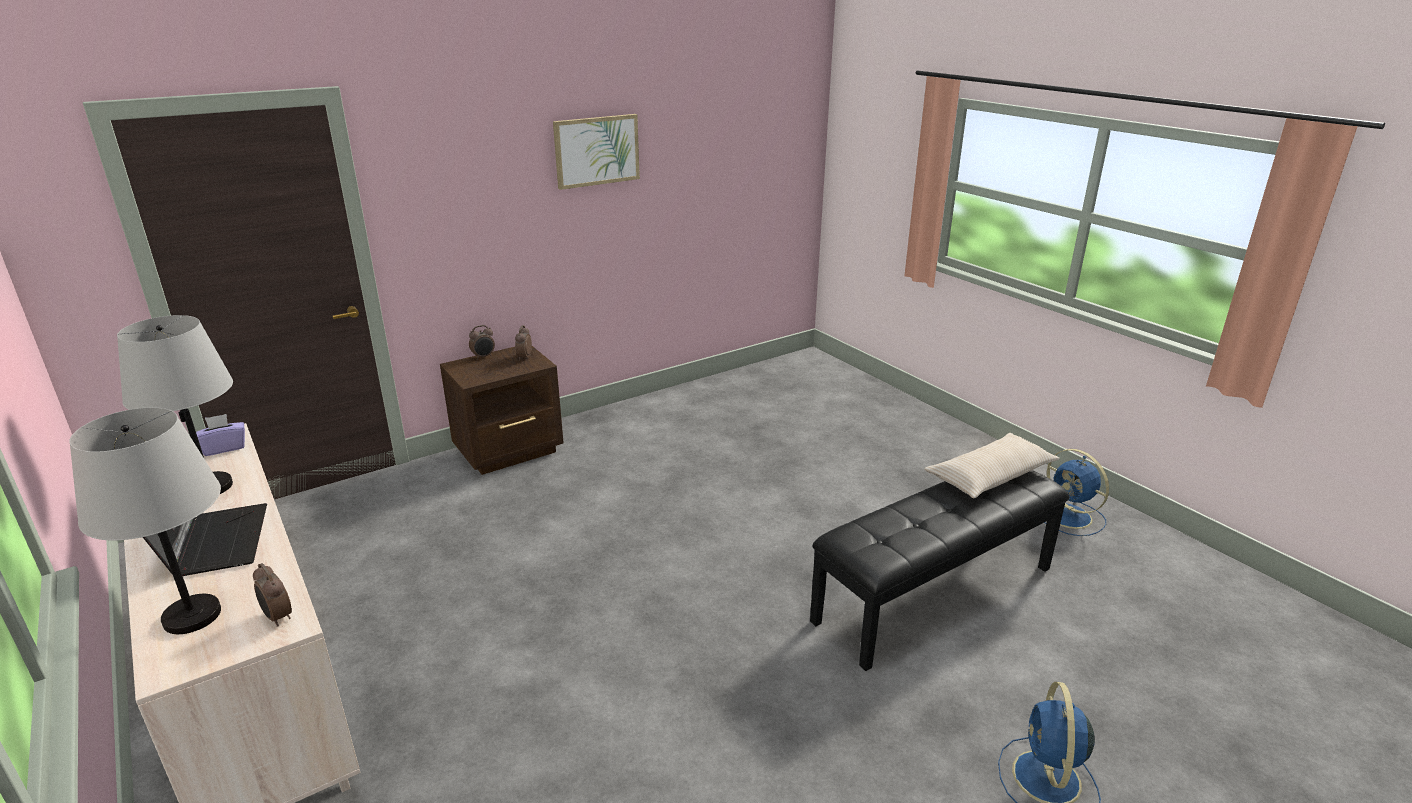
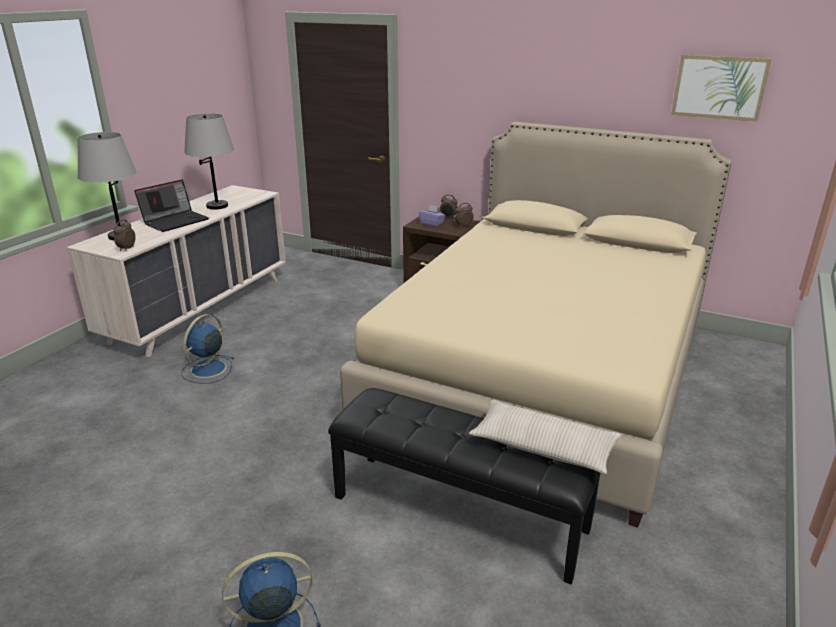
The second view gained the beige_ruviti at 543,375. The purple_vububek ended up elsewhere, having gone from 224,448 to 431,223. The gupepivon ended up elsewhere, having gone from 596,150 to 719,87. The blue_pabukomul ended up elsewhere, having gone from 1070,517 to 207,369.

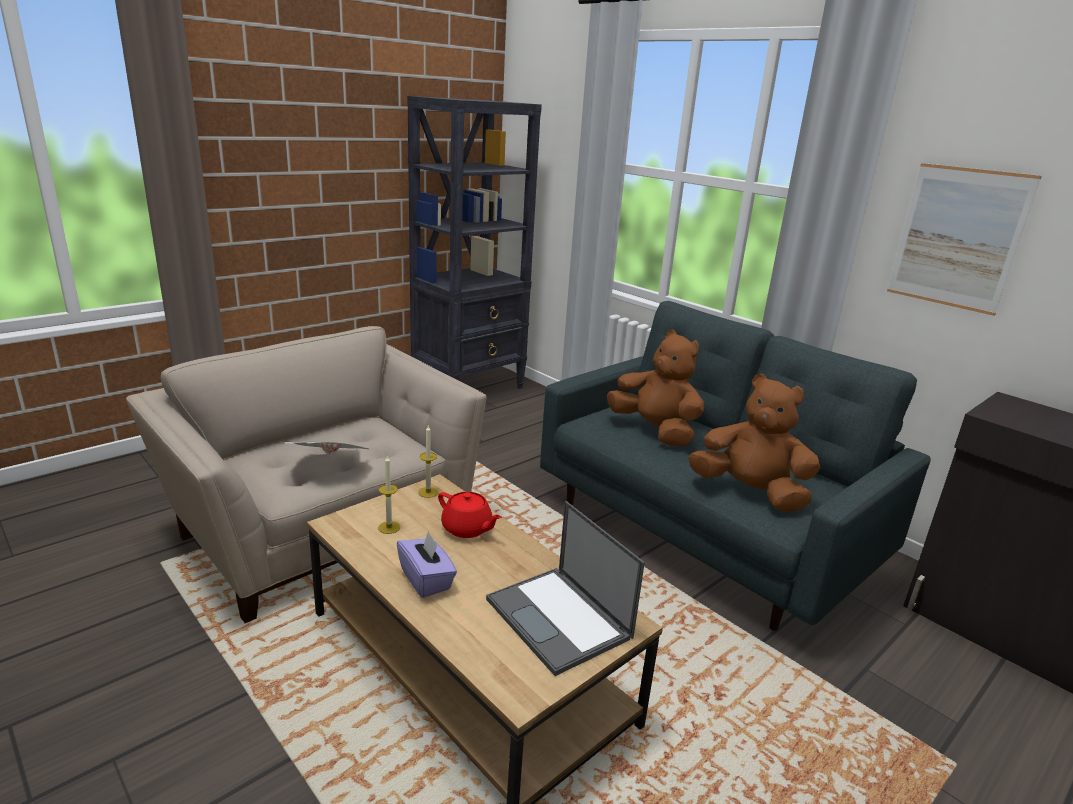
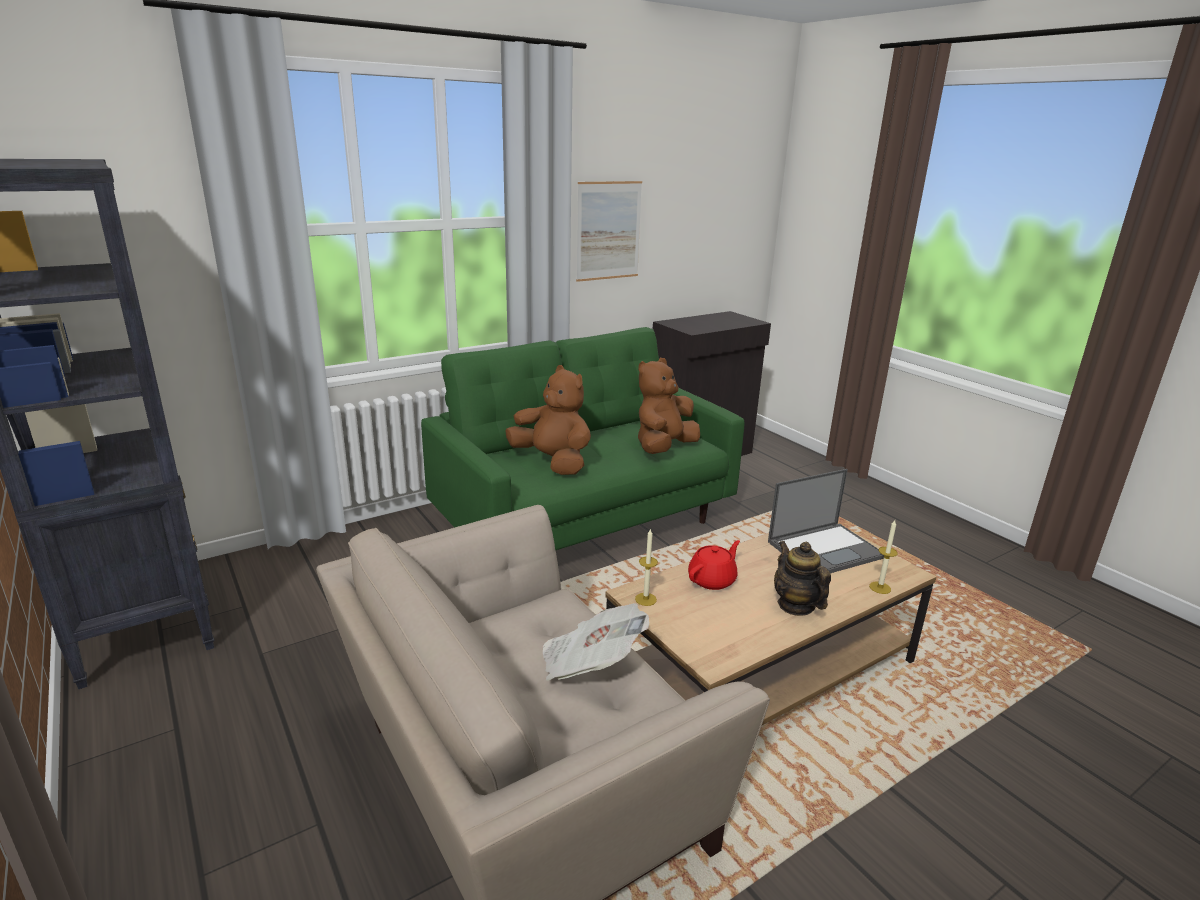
The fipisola ended up elsewhere, having gone from 389,527 to 880,587. Where the purple_vububek stood at 426,580, the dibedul came to stand at 796,605. What was the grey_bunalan at 704,534 turned into the green_bunalan at 585,522. The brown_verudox at 655,431 ended up facing another way, 75 degrees clockwise from before.

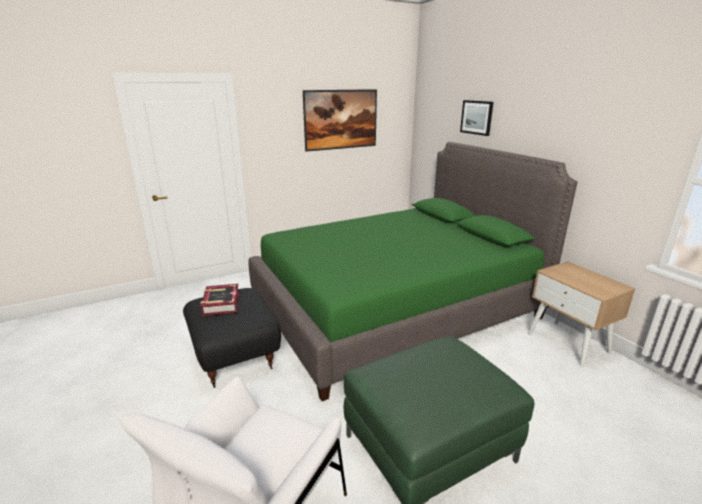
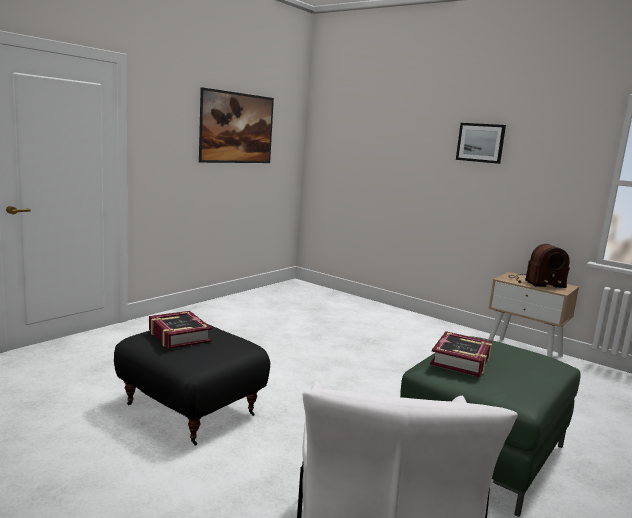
The second view lost the green_ruviti at 394,308. The second view gained the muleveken at 461,360. The second view gained the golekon at 535,282. The gupepivon ended up elsewhere, having gone from 476,117 to 480,142.

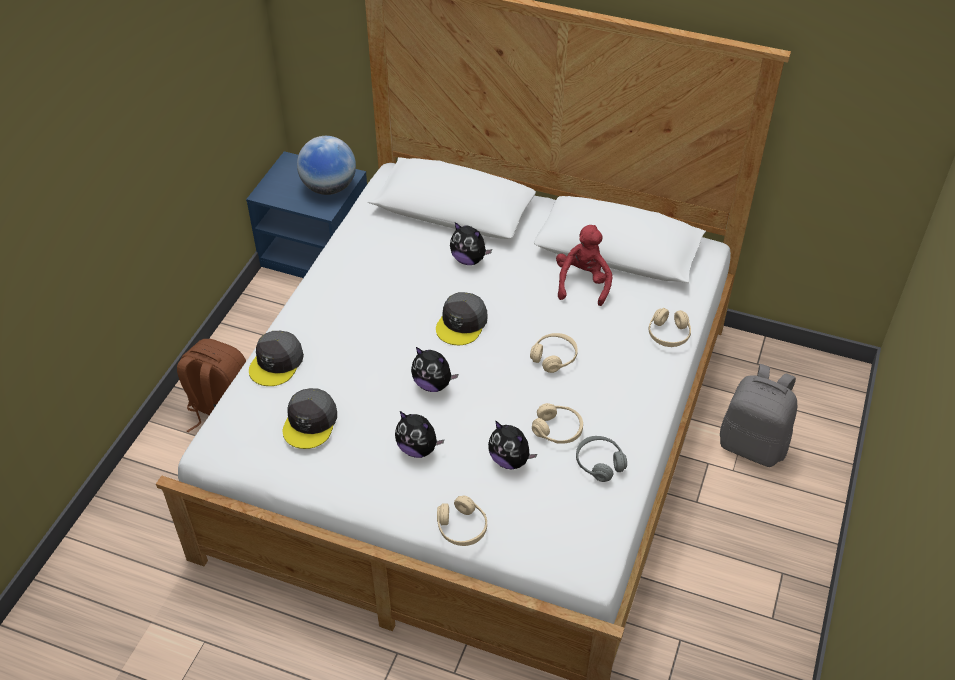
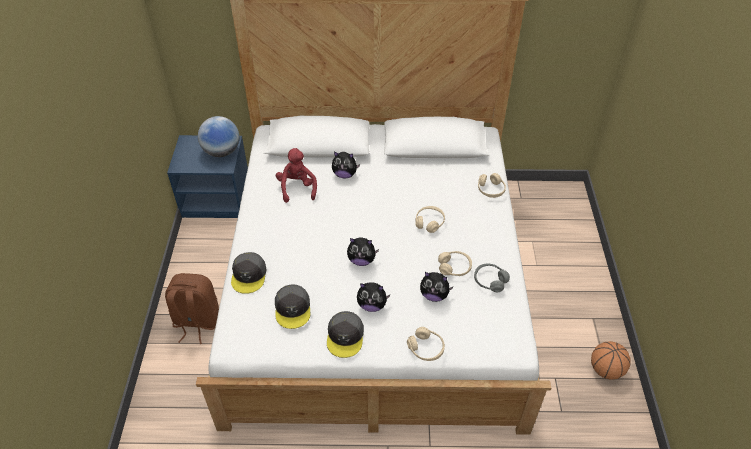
The second view lost the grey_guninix at 753,445. The second view gained the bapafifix at 605,370. The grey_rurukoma ended up elsewhere, having gone from 462,323 to 345,336. The red_verudox ended up elsewhere, having gone from 583,283 to 297,188.

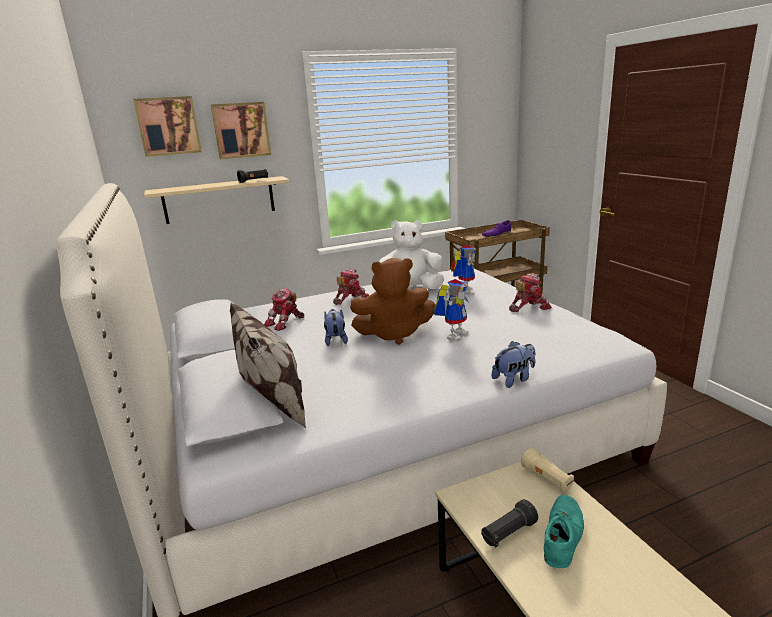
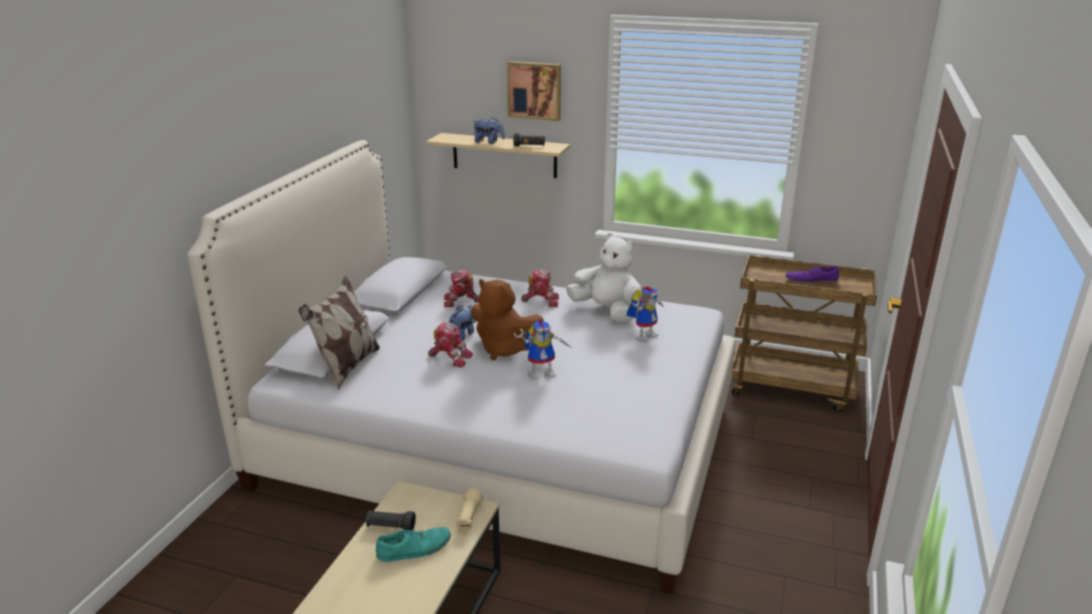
The second view lost the gupepivon at 168,126. The verudox ended up elsewhere, having gone from 514,379 to 489,142. The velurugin ended up elsewhere, having gone from 528,307 to 450,357.

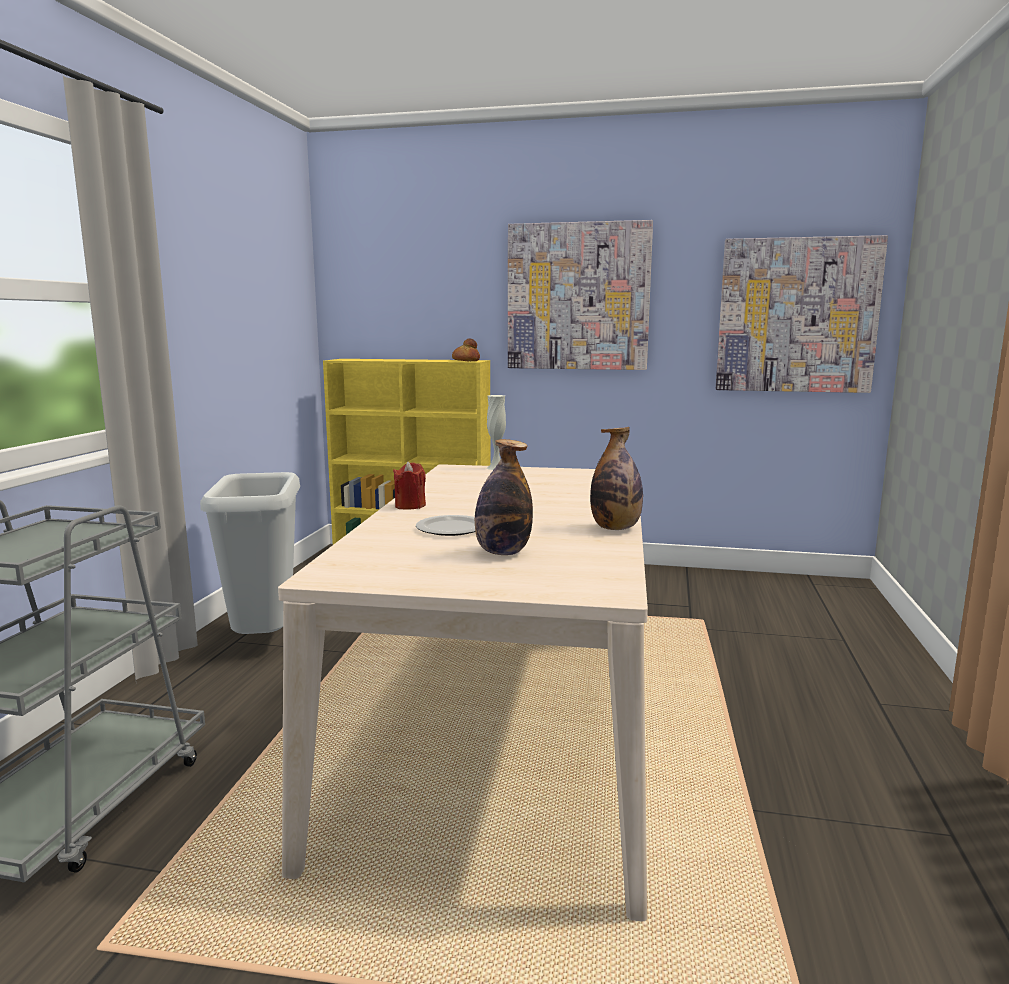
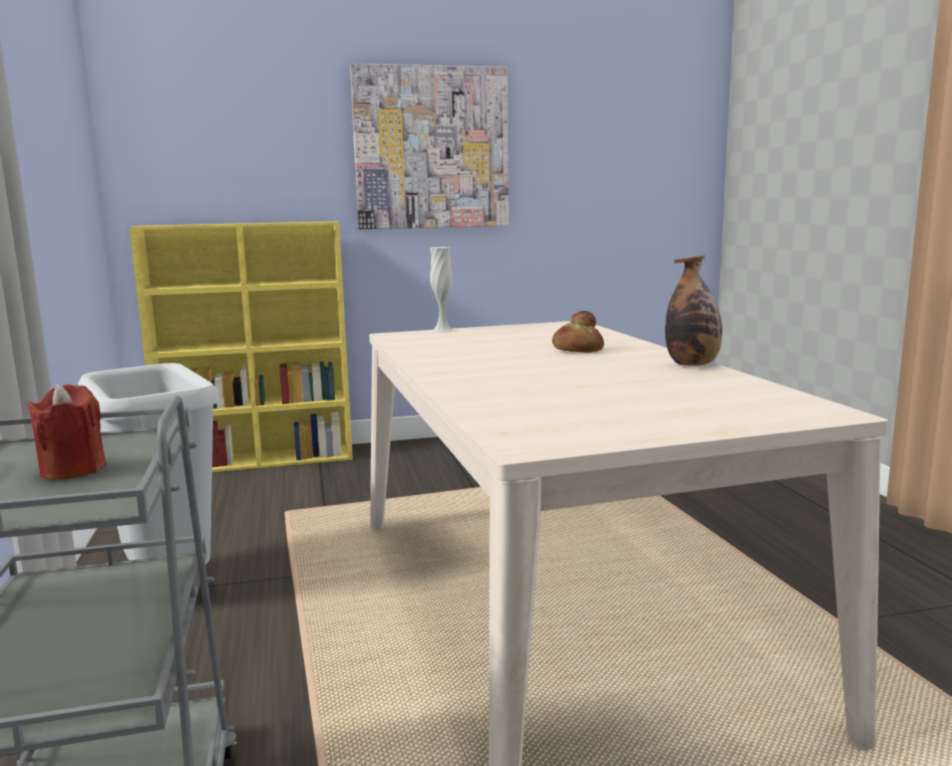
The second view lost the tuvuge at 452,528. The second view lost the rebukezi at 502,552. The second view lost the gupepivon at 796,316. The red_fipisola ended up elsewhere, having gone from 410,506 to 73,470. The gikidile ended up elsewhere, having gone from 466,360 to 577,350.

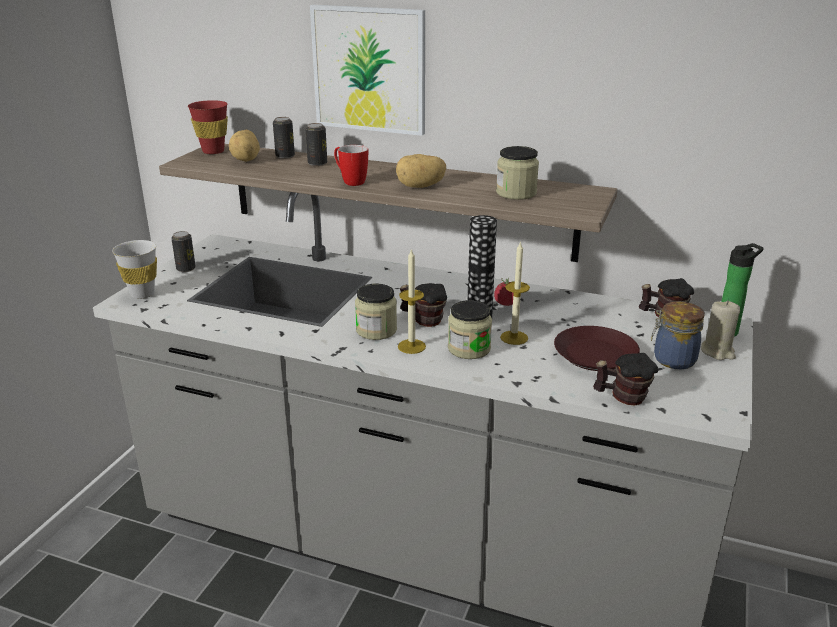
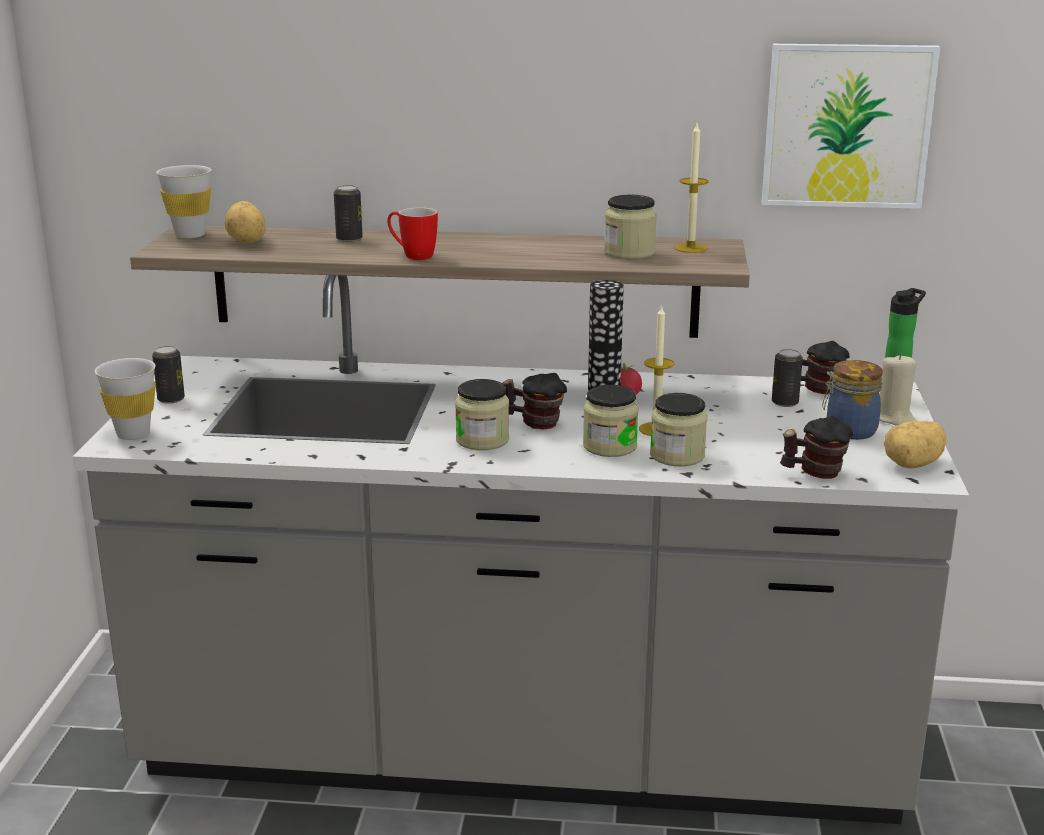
The second view lost the brown_tuvuge at 596,355. The second view gained the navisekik at 677,455. The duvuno ended up elsewhere, having gone from 285,156 to 785,403. The gupepivon ended up elsewhere, having gone from 369,69 to 847,126. The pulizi ended up elsewhere, having gone from 420,186 to 914,465. The fipisola ended up elsewhere, having gone from 411,346 to 690,248. What was the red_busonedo at 213,151 turned into the white_busonedo at 190,235.

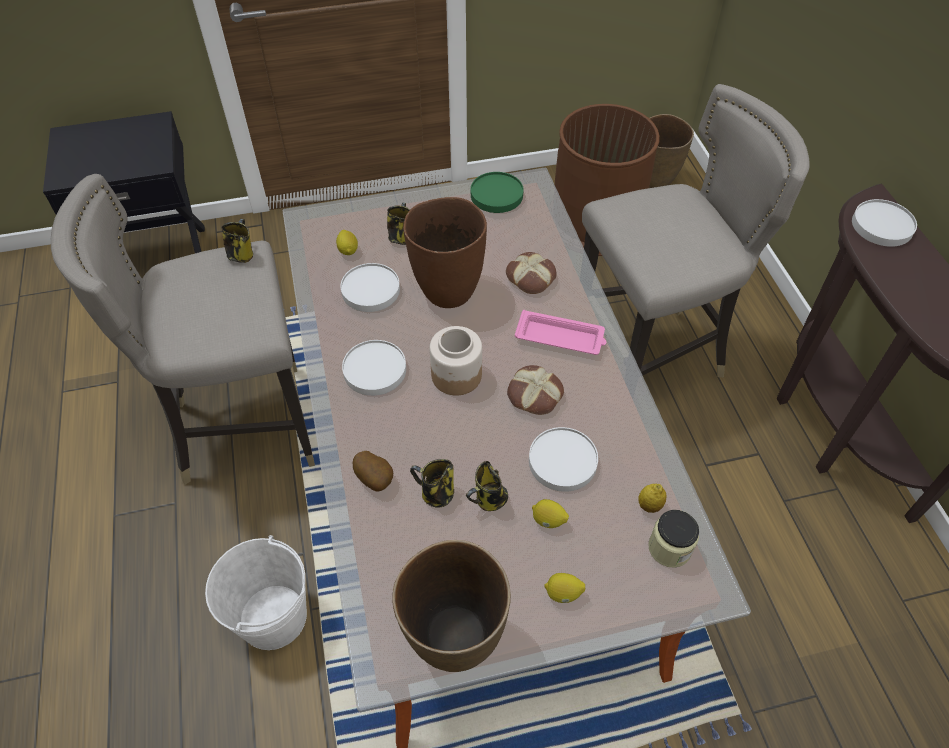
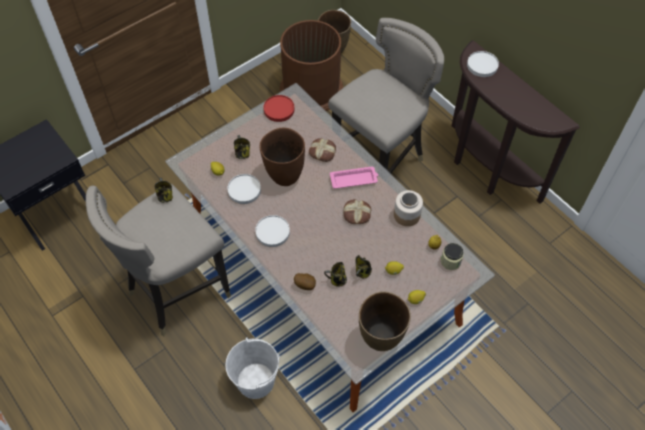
The second view lost the white_tuvuge at 562,461. The navisekik ended up elsewhere, having gone from 456,375 to 406,215. What was the green_tuvuge at 496,195 turned into the red_tuvuge at 279,110.

